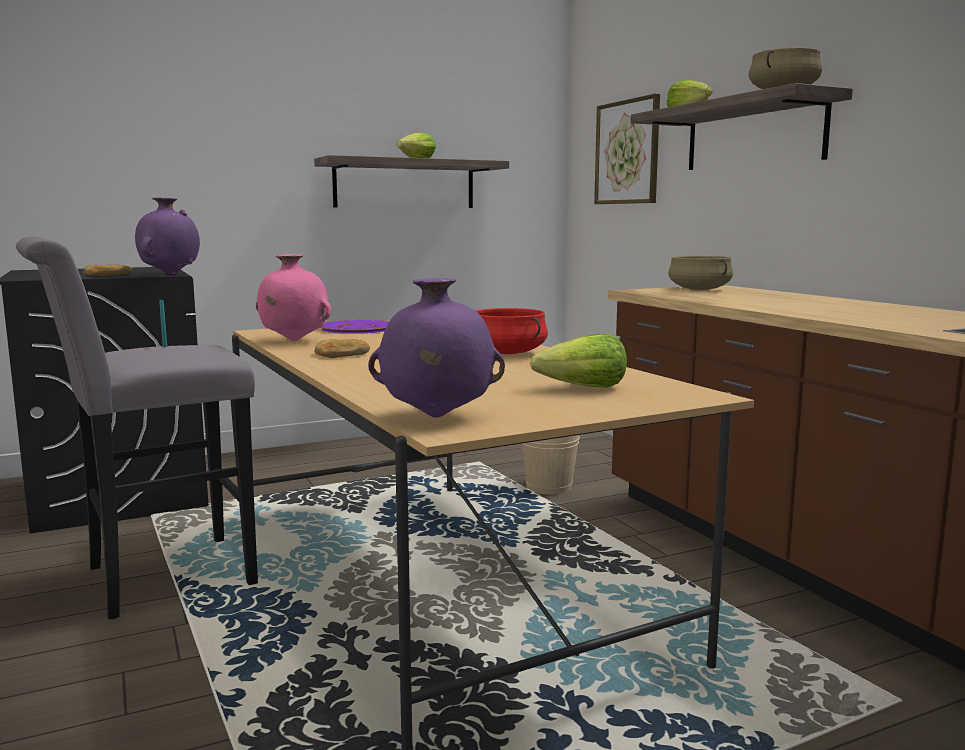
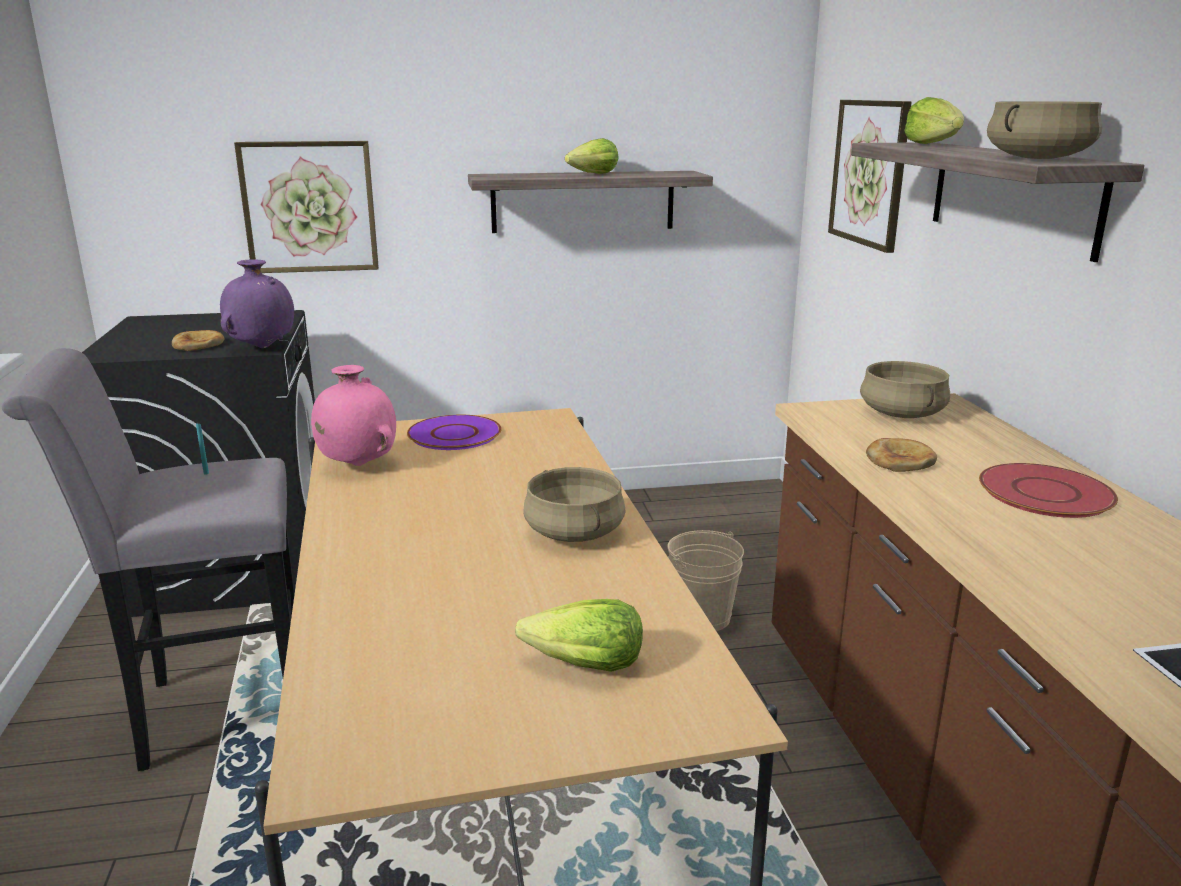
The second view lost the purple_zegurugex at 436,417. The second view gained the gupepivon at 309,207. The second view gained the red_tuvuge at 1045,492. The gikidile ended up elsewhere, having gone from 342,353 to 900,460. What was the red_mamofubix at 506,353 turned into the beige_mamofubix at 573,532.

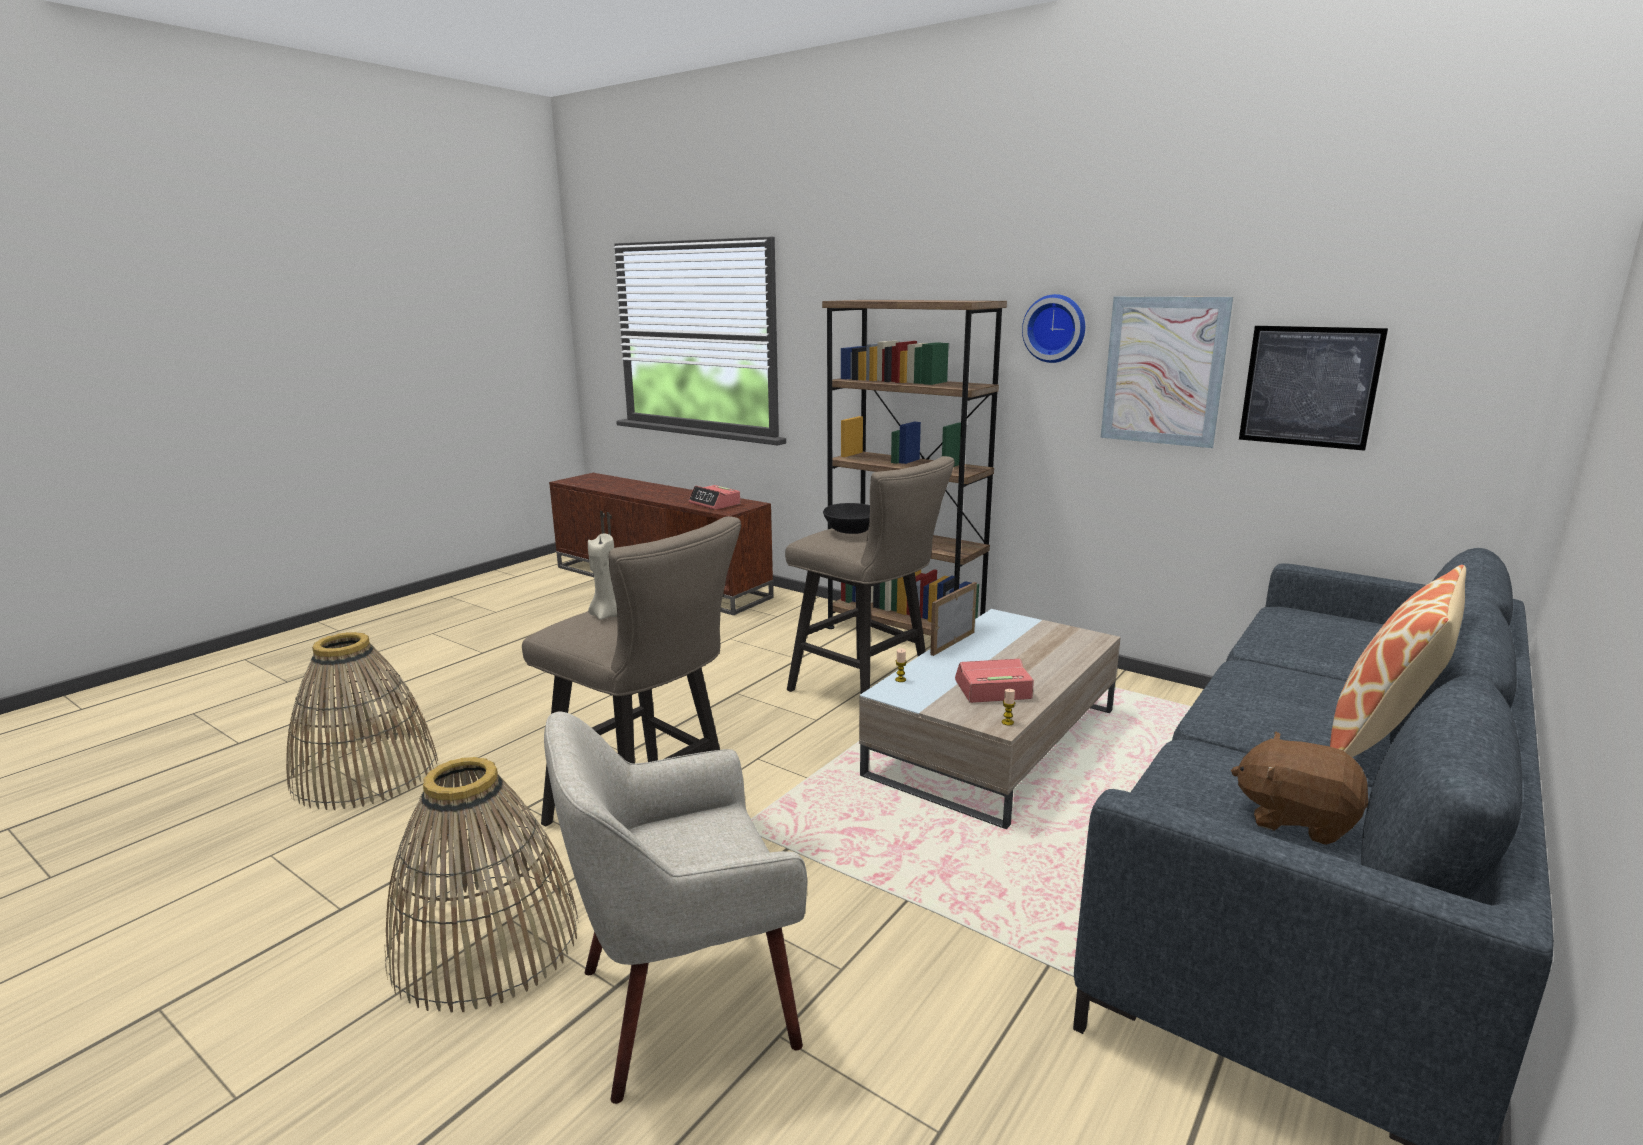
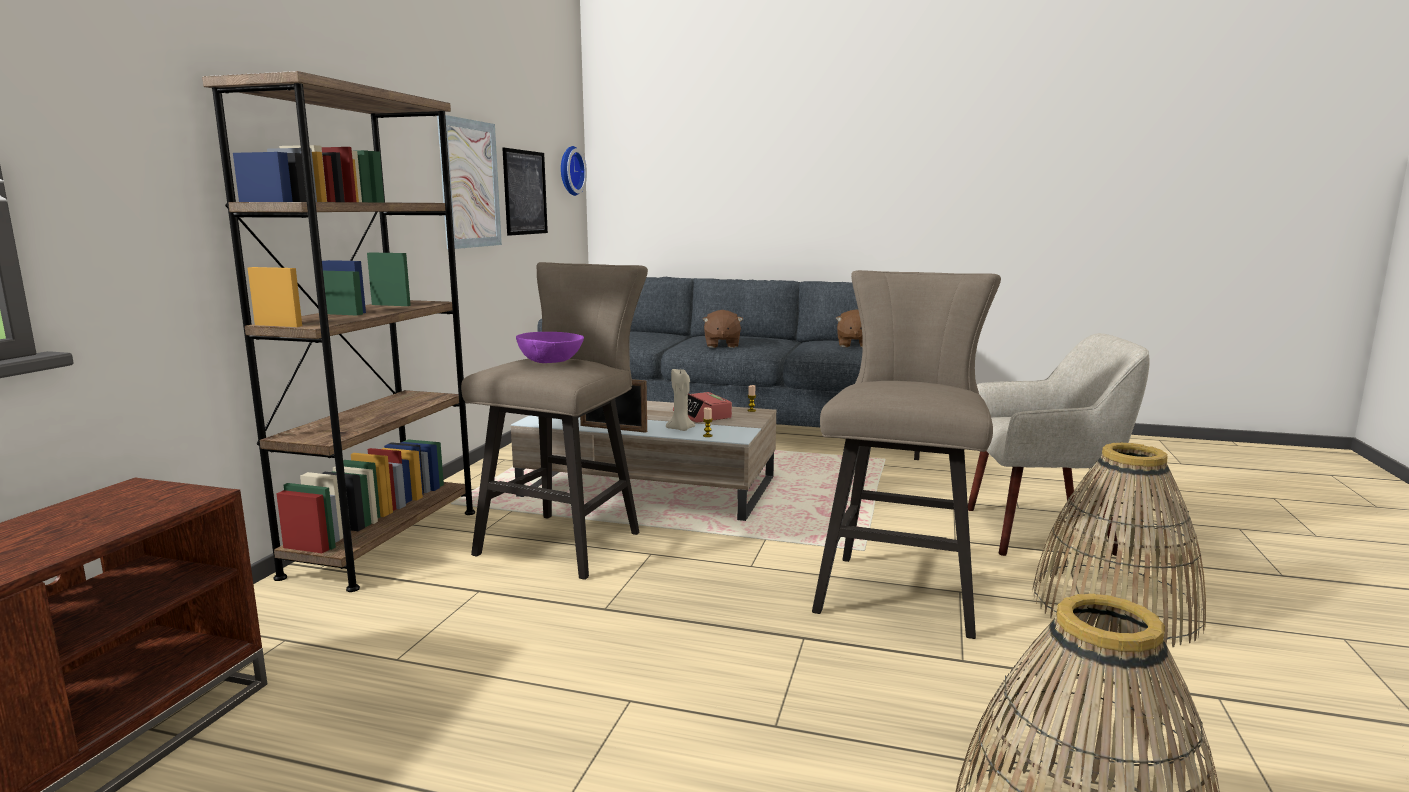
The second view lost the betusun at 715,504. The second view lost the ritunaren at 1381,740. The second view gained the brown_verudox at 721,345. The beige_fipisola ended up elsewhere, having gone from 605,615 to 681,429. The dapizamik ended up elsewhere, having gone from 1055,328 to 569,171. What was the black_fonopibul at 851,531 turned into the purple_fonopibul at 551,361. The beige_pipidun at 683,1004 ended up facing another way, 45 degrees counterclockwise from before.

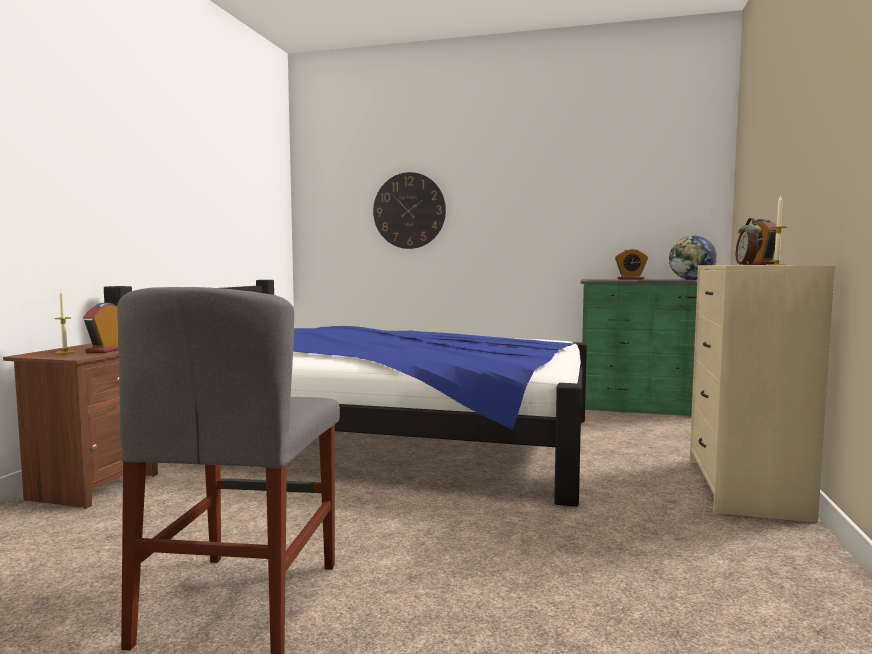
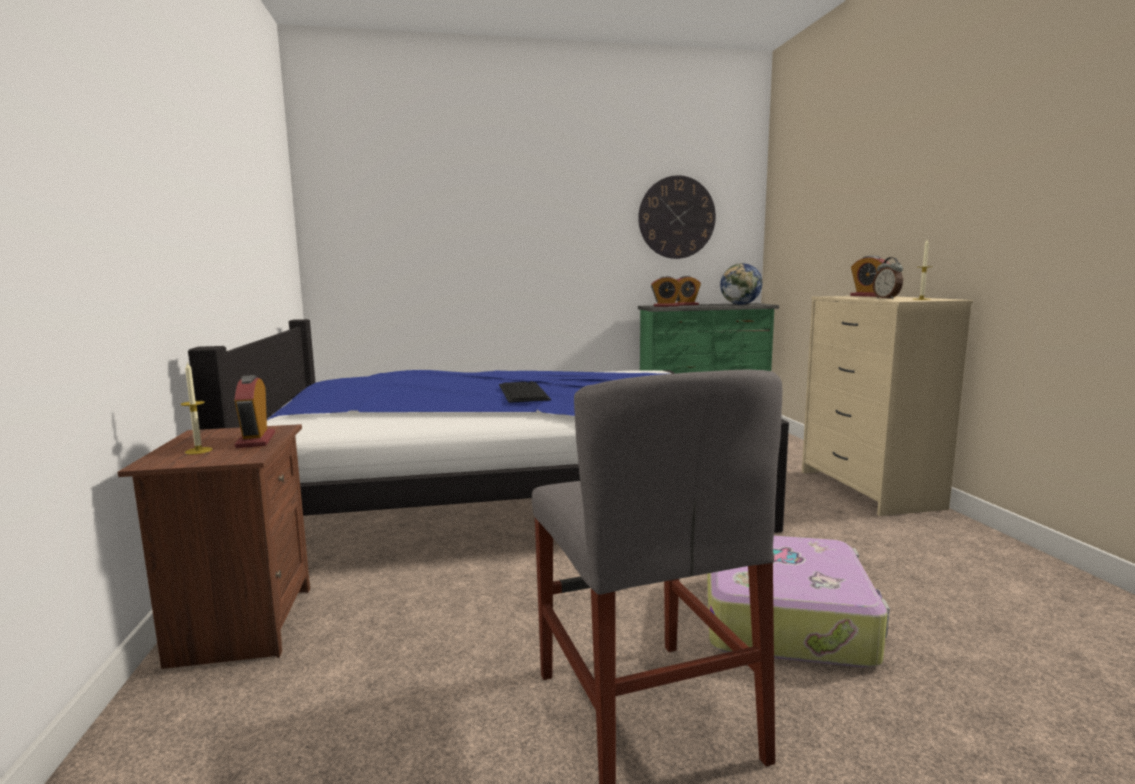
The second view gained the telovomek at 522,392. The second view gained the betusun at 666,306. The second view gained the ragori at 786,618. The dapizamik ended up elsewhere, having gone from 409,210 to 676,217.

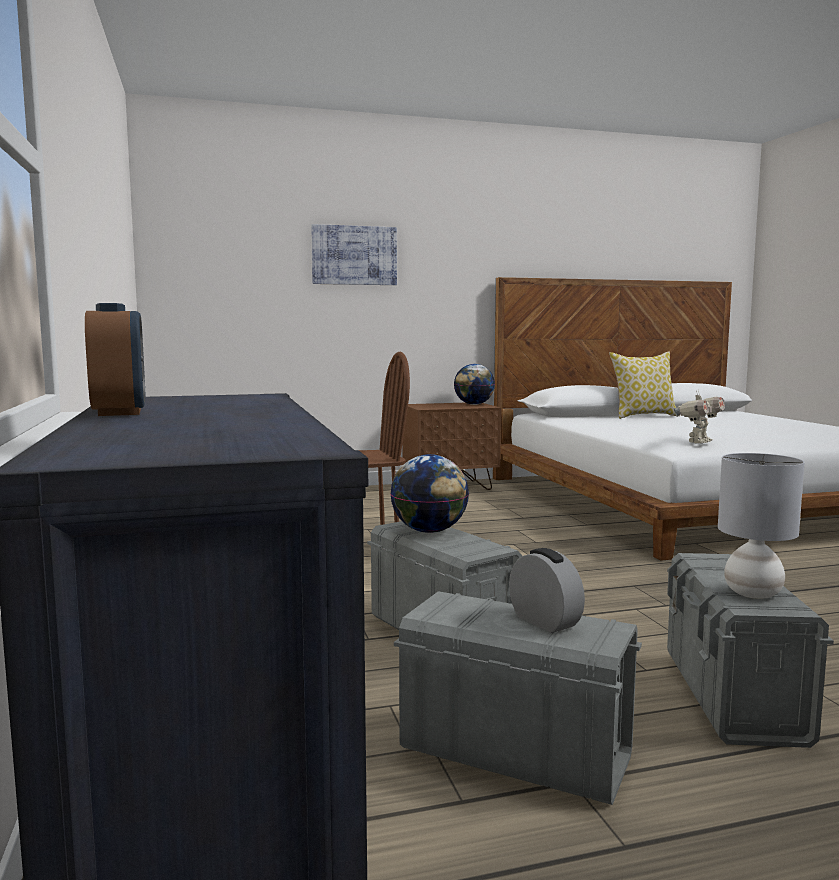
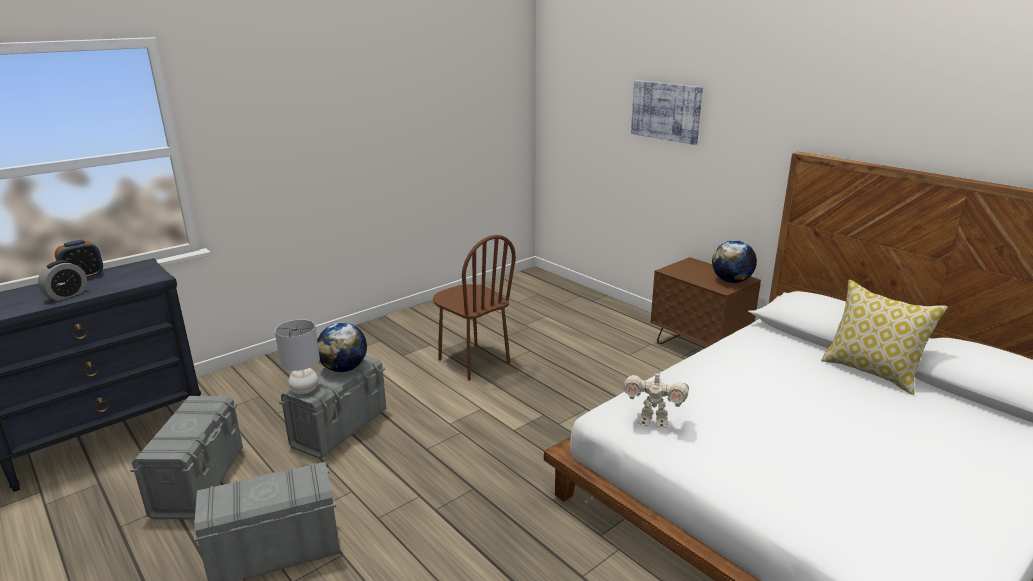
The betusun ended up elsewhere, having gone from 544,621 to 67,295. The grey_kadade ended up elsewhere, having gone from 753,594 to 304,390.

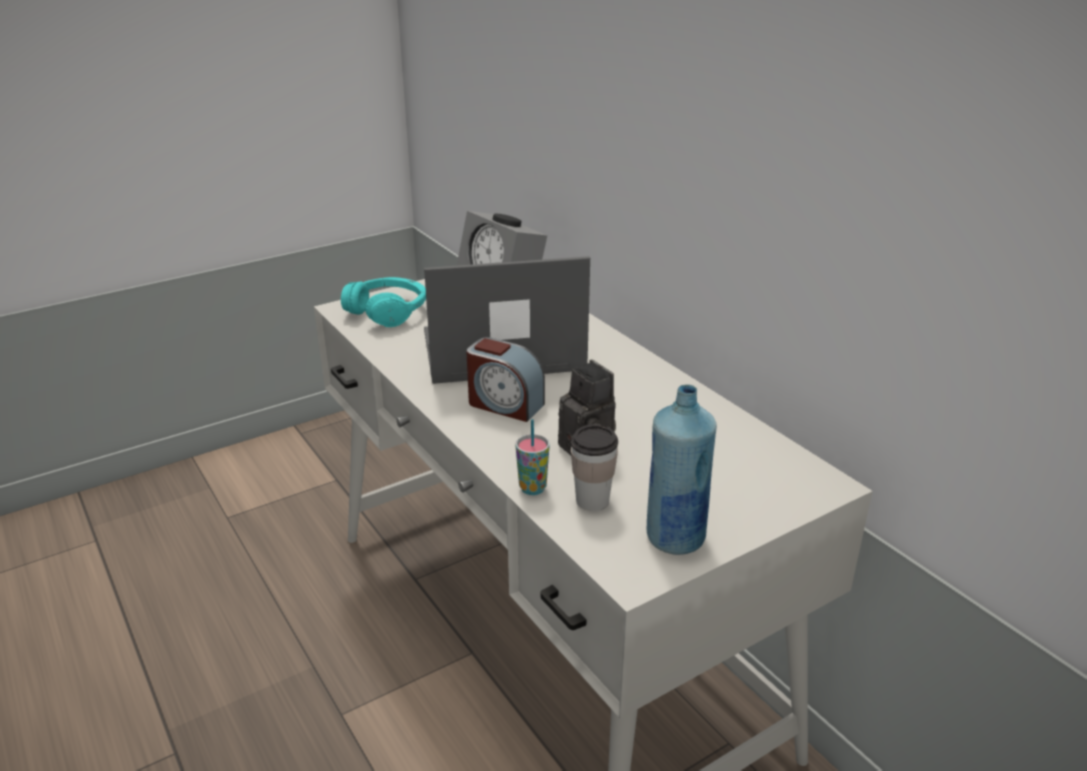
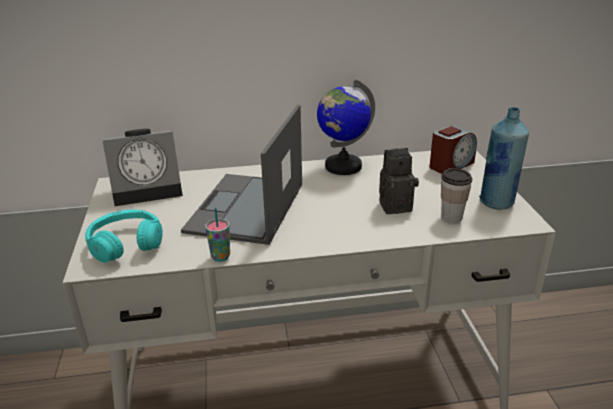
The second view gained the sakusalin at 342,166. The betusun ended up elsewhere, having gone from 504,404 to 451,165. The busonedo ended up elsewhere, having gone from 532,488 to 220,257.

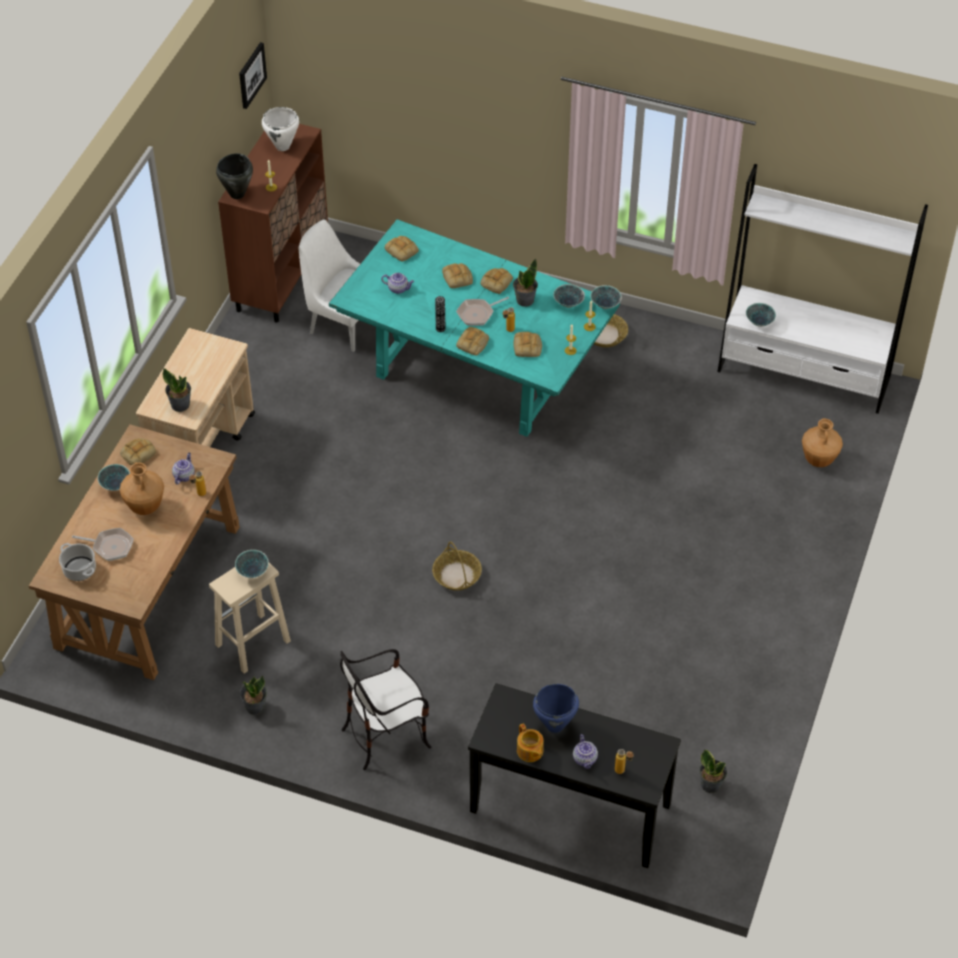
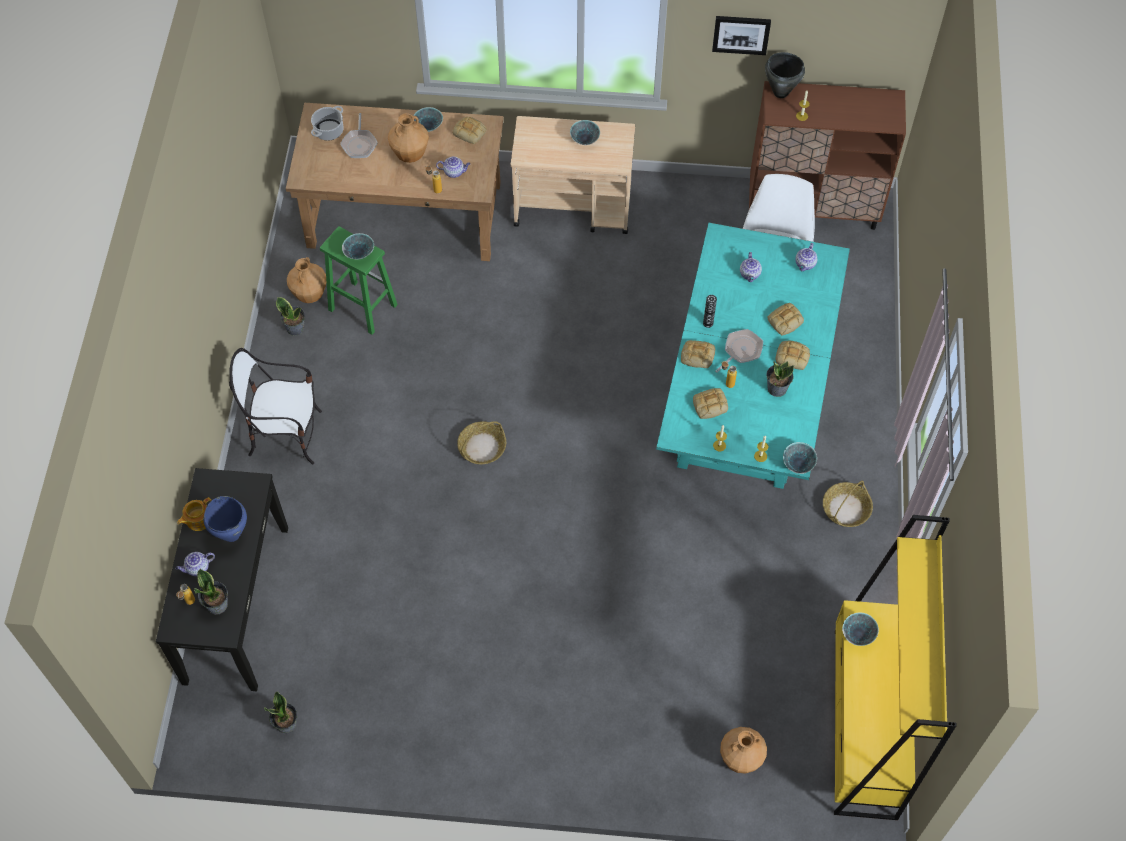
The second view lost the white_mamofubix at 283,146. The second view gained the brown_zegurugex at 310,294. The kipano ended up elsewhere, having gone from 180,404 to 217,605. The gupepivon ended up elsewhere, having gone from 251,75 to 741,34. The fonopibul ended up elsewhere, having gone from 568,304 to 584,140. Where the gikidile stood at 402,251, the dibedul came to stand at 805,264. What was the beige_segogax at 252,644 turned into the green_segogax at 362,307. What was the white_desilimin at 804,374 turned into the yellow_desilimin at 865,723. The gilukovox at 386,735 ended up facing another way, 45 degrees counterclockwise from before. The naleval at 478,314 ended up facing another way, 90 degrees clockwise from before.

